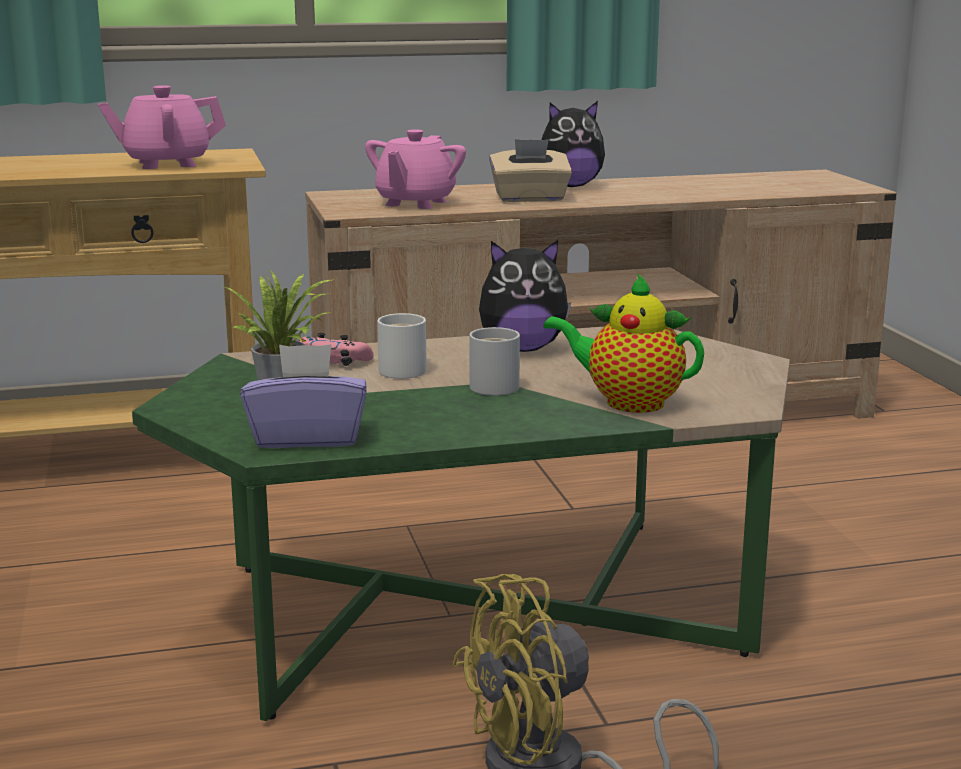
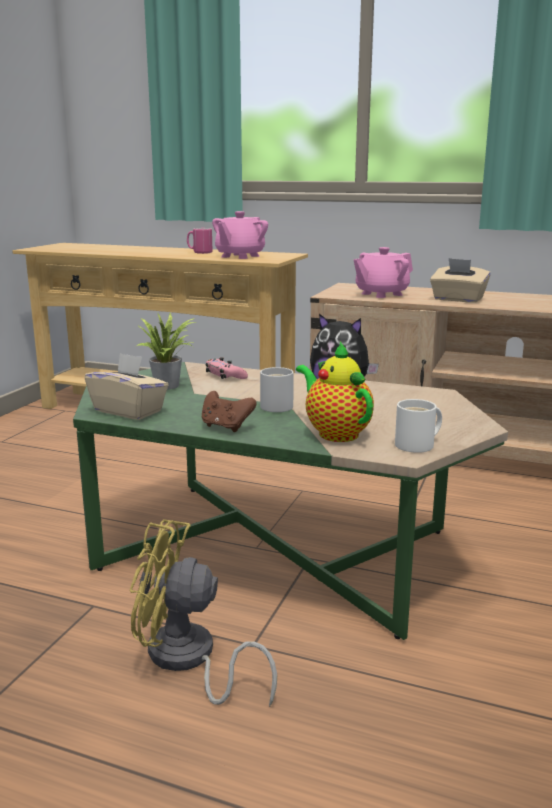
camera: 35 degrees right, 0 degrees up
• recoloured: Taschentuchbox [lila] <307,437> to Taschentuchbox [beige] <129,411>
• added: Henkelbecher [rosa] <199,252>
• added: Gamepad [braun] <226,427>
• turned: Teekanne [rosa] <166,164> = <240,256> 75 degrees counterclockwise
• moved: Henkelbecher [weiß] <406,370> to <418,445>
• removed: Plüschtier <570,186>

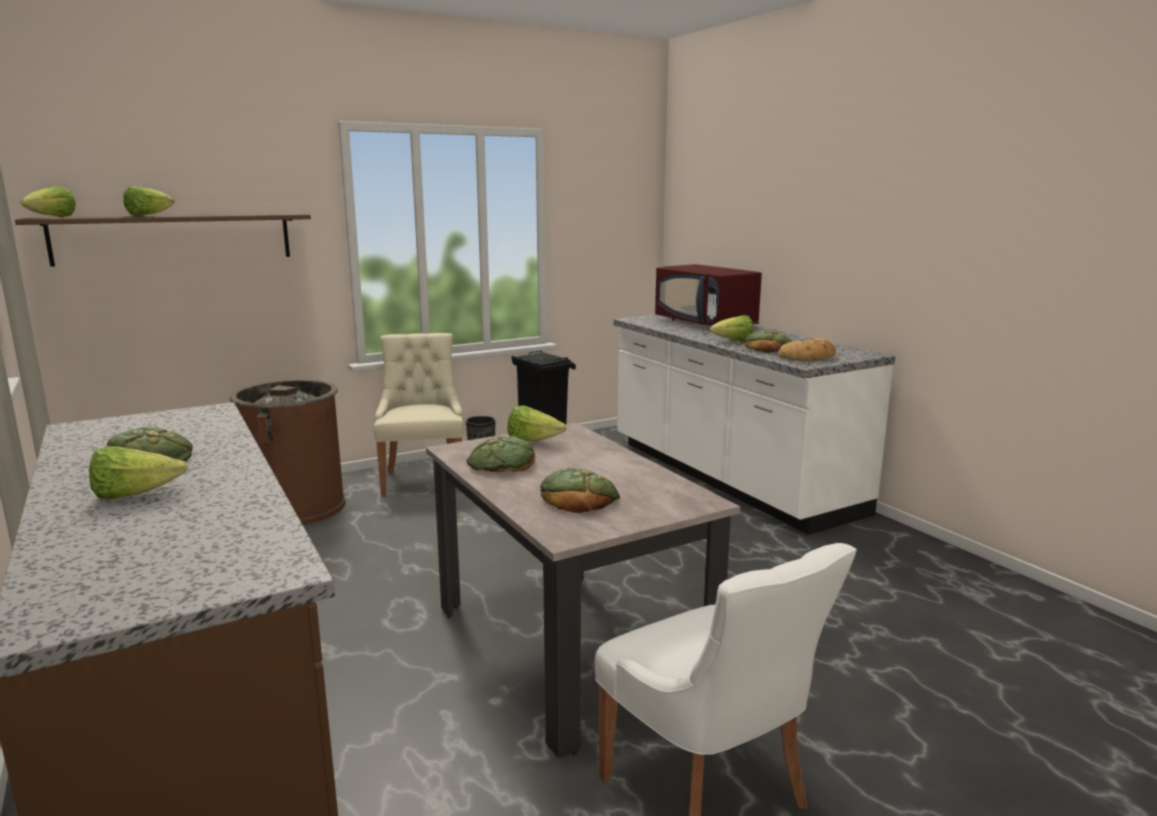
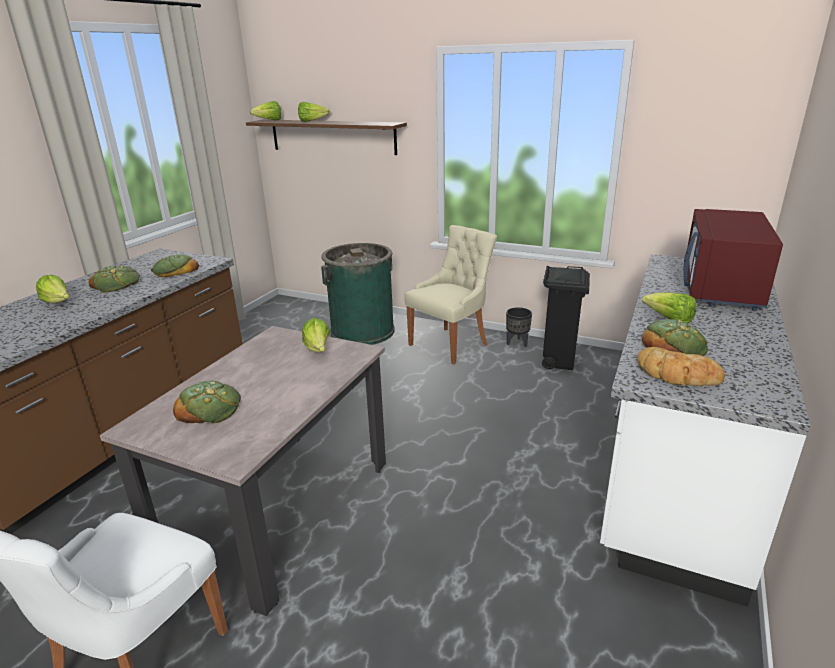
camera: 55 degrees right, 10 degrees up
• moved: Brot <502,463> to <175,271>
• recoloured: Mülleimer [braun] <296,507> to Mülleimer [grün] <362,331>

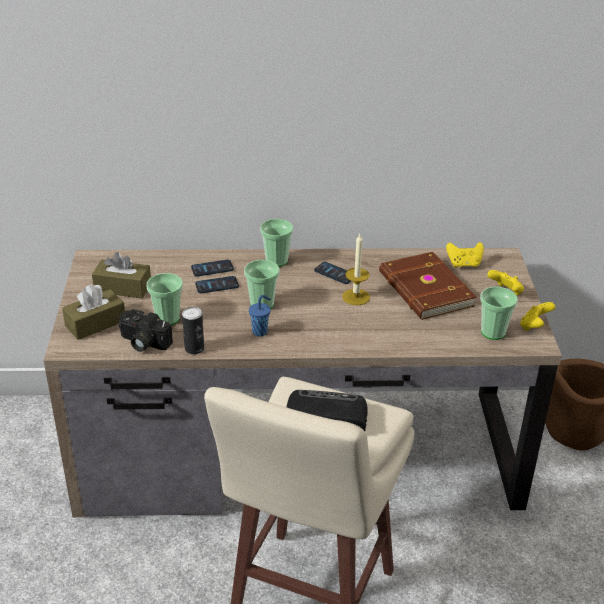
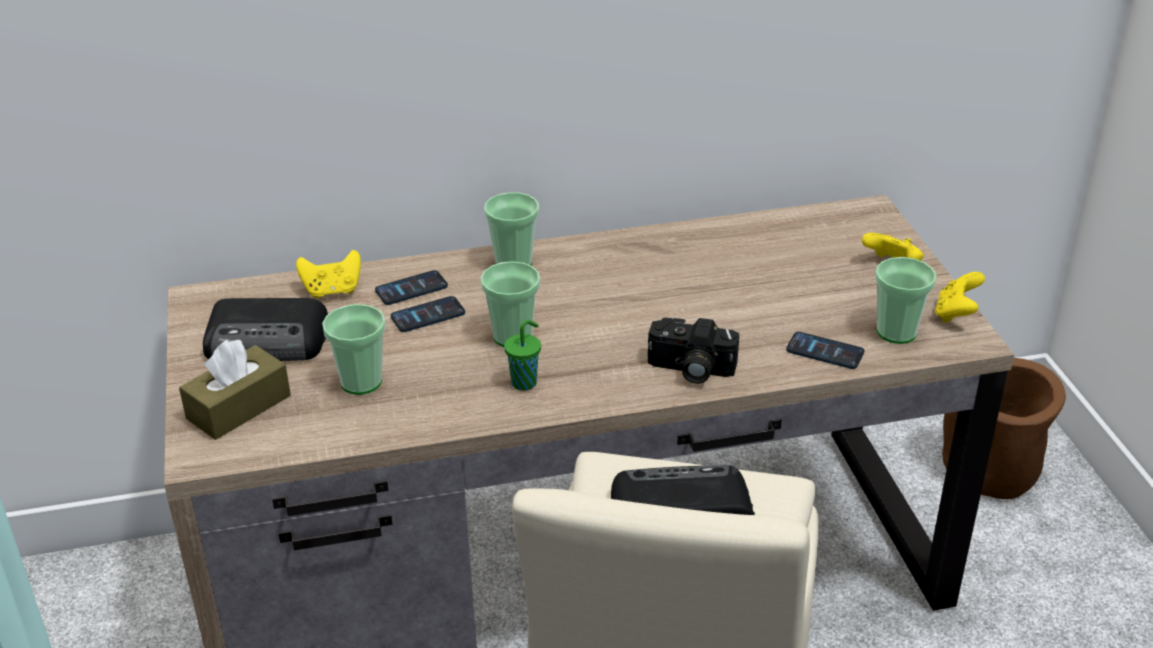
camera: 10 degrees left, 0 degrees up
• replaced: Taschentuchbox [braun] <123,288> to Radio <268,340>
• moved: Gamepad [gelb] <464,264> to <332,291>
• recoloured: Tasse [blau] <260,331> to Tasse [grün] <525,382>
• moved: Kamera <143,342> to <690,369>
• moved: Handy <335,273> to <825,351>
• removed: Dose <194,348>
• removed: Kerze <356,297>
• removed: Buch [braun] <424,290>

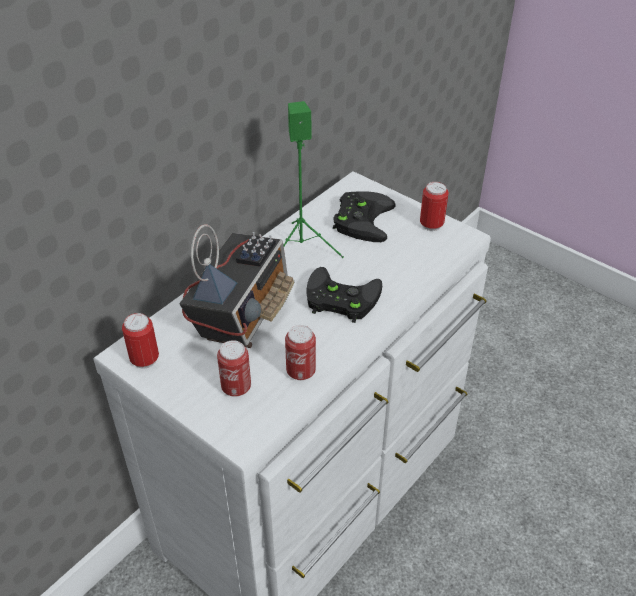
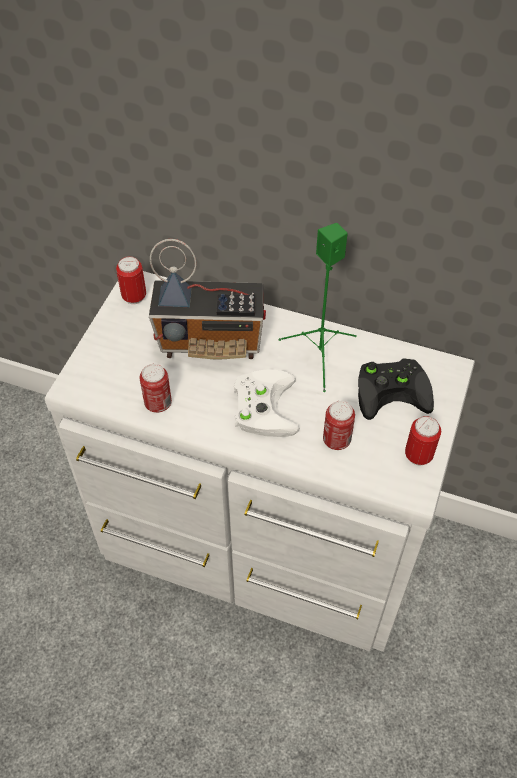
camera: 70 degrees right, 10 degrees up
• recoloured: Gamepad [schwarz] <338,299> to Gamepad [weiß] <262,405>
• moved: Dose <236,387> to <336,440>

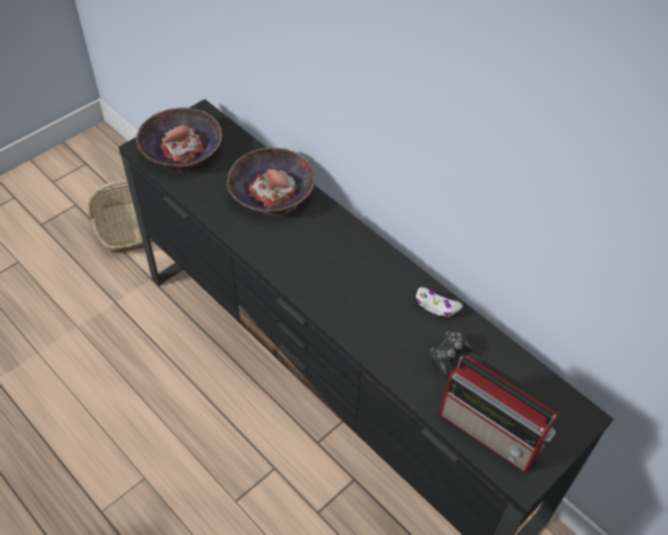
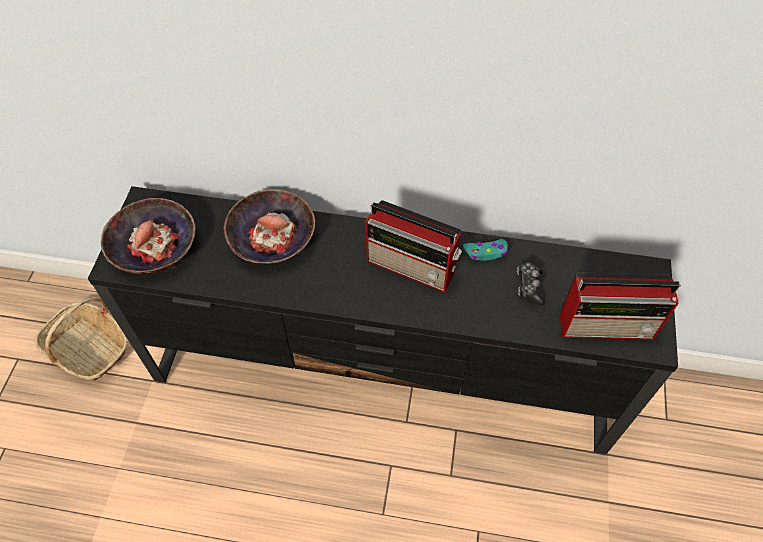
camera: 35 degrees left, 5 degrees up
• added: Radio <413,267>
• recoloured: Gamepad [weiß] <436,306> to Gamepad [türkis] <486,252>

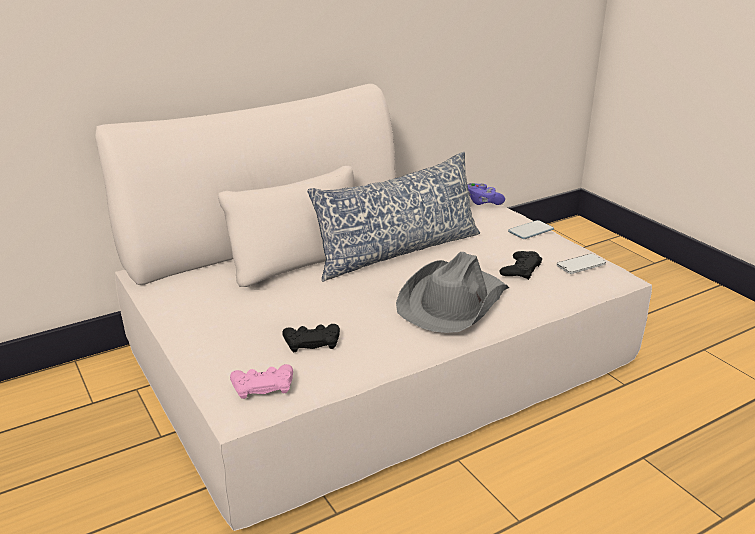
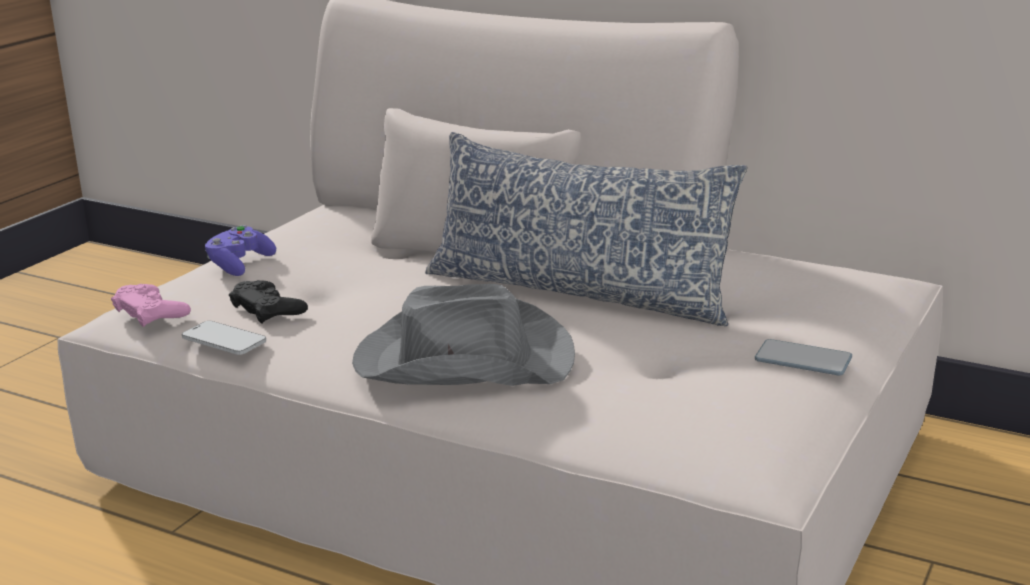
camera: 60 degrees right, 5 degrees down
• moved: Handy <580,265> to <224,341>
• moved: Gamepad [lila] <483,202> to <239,265>
• removed: Gamepad [schwarz] <520,269>

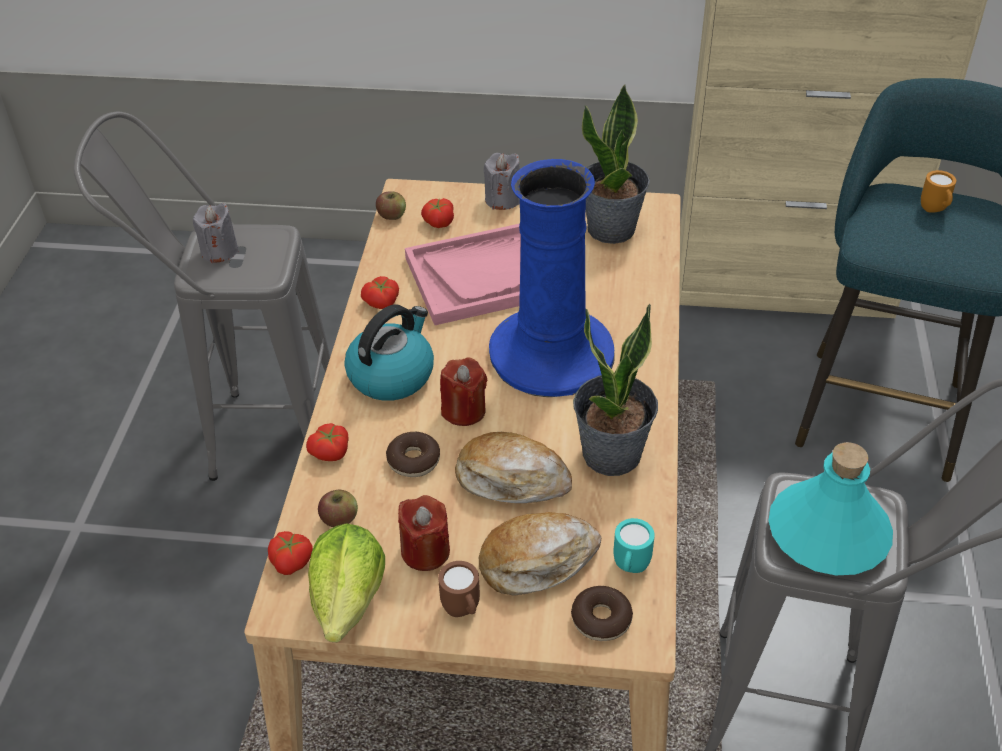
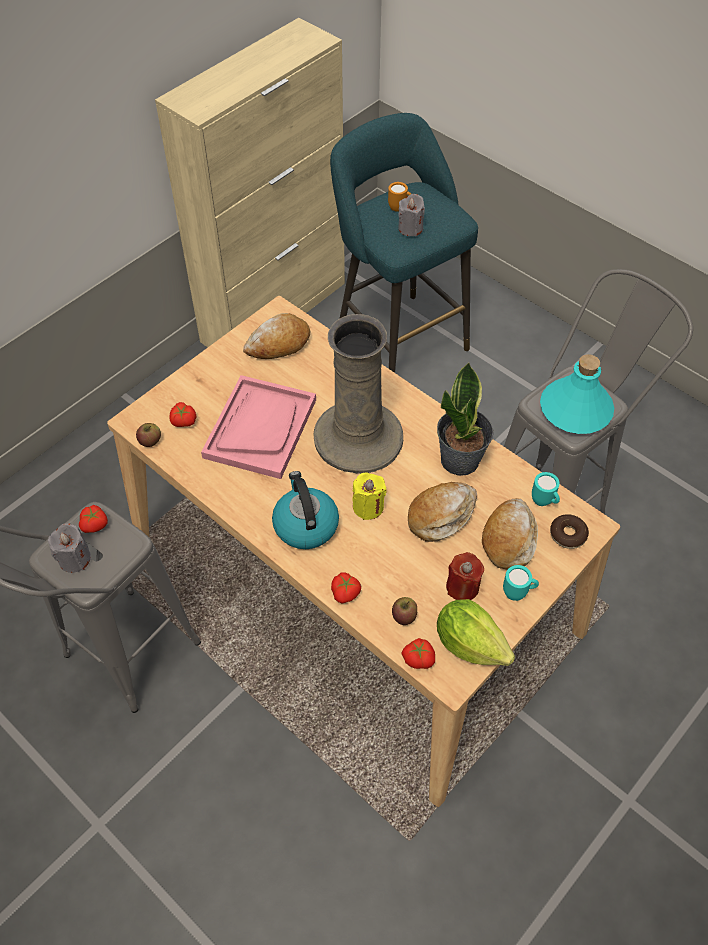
camera: 55 degrees left, 10 degrees up
• moved: Tomate <382,303> to <95,524>
• replaced: Topfpflanze <612,229> to Brot <278,344>
• recoloured: Vase [blau] <552,354> to Vase [beige] <359,437>
• recoloured: Kerze [rot] <464,410> to Kerze [gelb] <368,506>
• moved: Kerze [grau] <503,200> to <410,228>
• recoloured: Henkelbecher [braun] <463,611> to Henkelbecher [türkis] <518,593>
• removed: Donut <413,460>

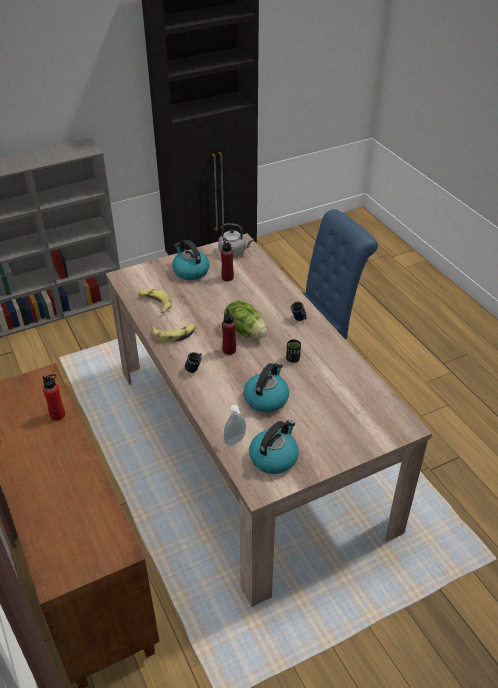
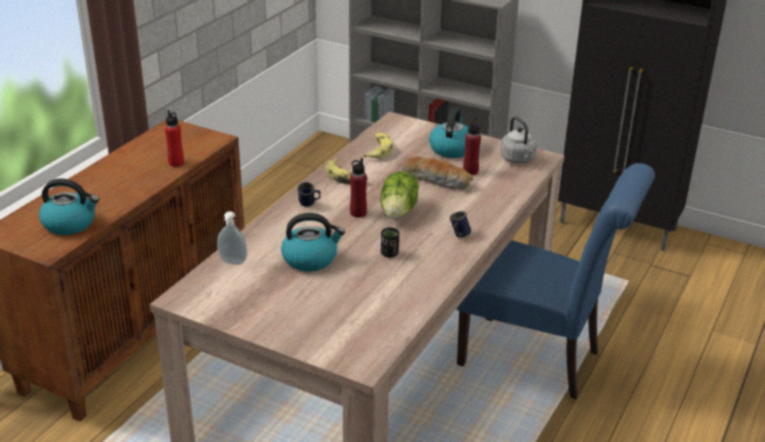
camera: 55 degrees right, 10 degrees down
• moved: Wasserkessel <274,457> to <70,223>
• added: Brot <437,180>

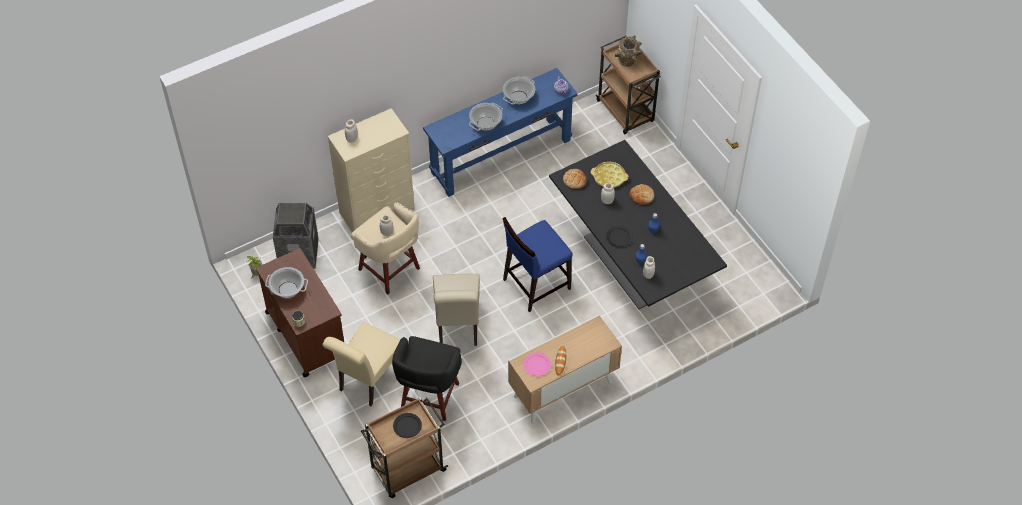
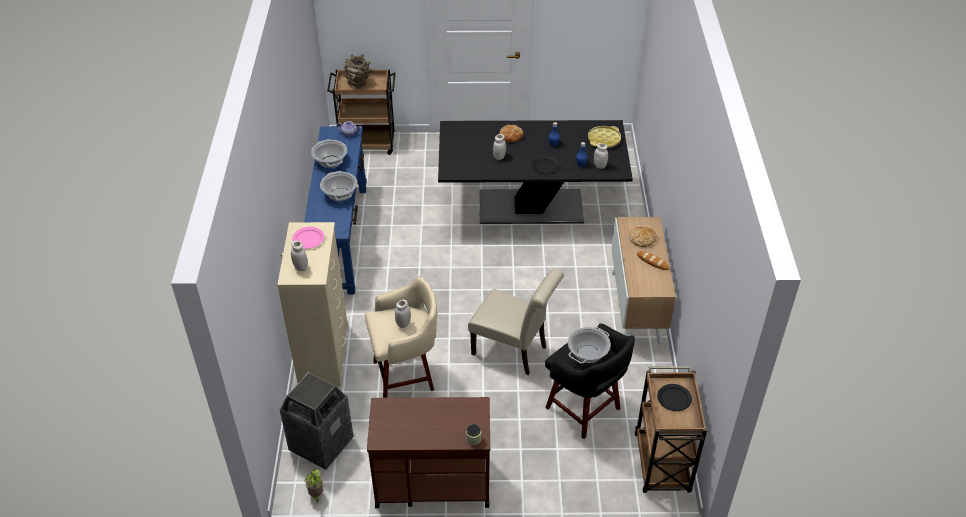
camera: 60 degrees left, 10 degrees down
• moved: Teller [rosa] <537,365> to <308,239>
• moved: Kochtopf <287,289> to <588,354>
• moved: Tablett [gelb] <609,177> to <604,139>
• moved: Brot <574,180> to <642,238>
• removed: Stuhl [beige] <368,380>
• removed: Stuhl [blau] <535,284>

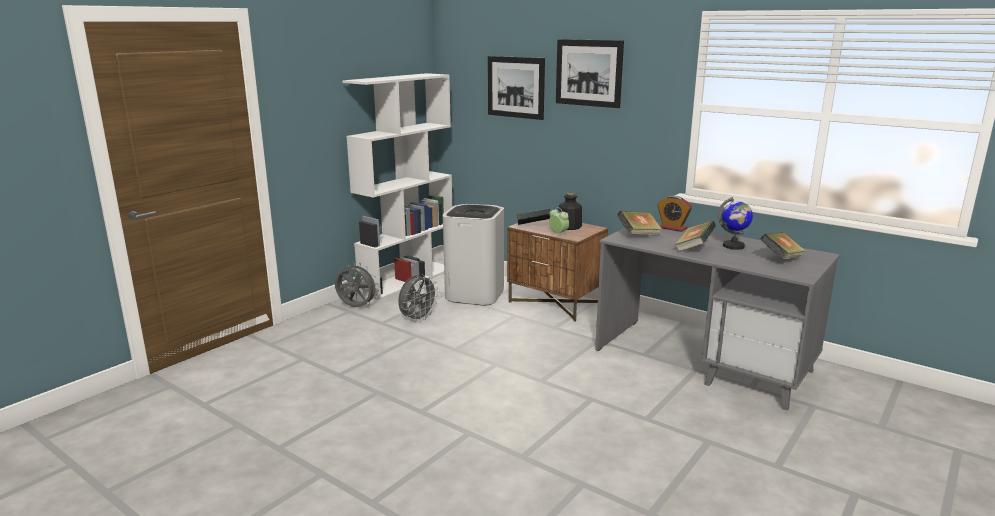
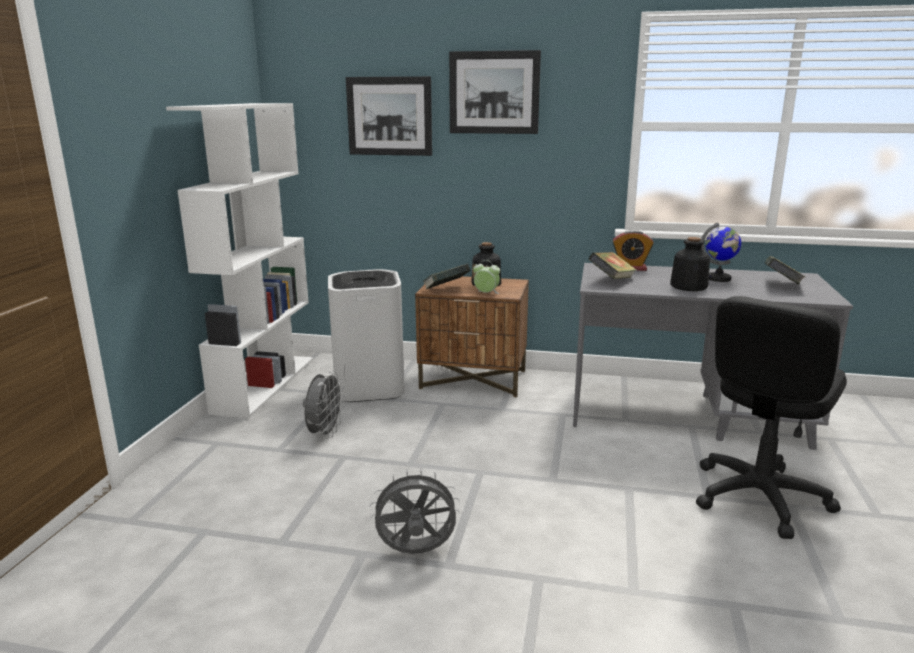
camera: 25 degrees left, 0 degrees up
• moved: Ventilator [grau] <356,307> to <416,552>
• replaced: Buch <693,249> to Flasche <688,286>
• added: Bürostuhl [schwarz] <758,497>

